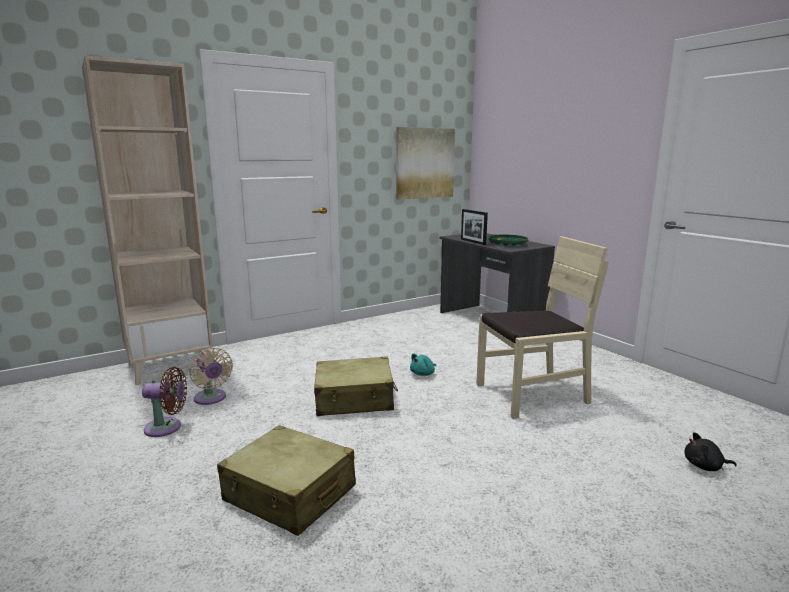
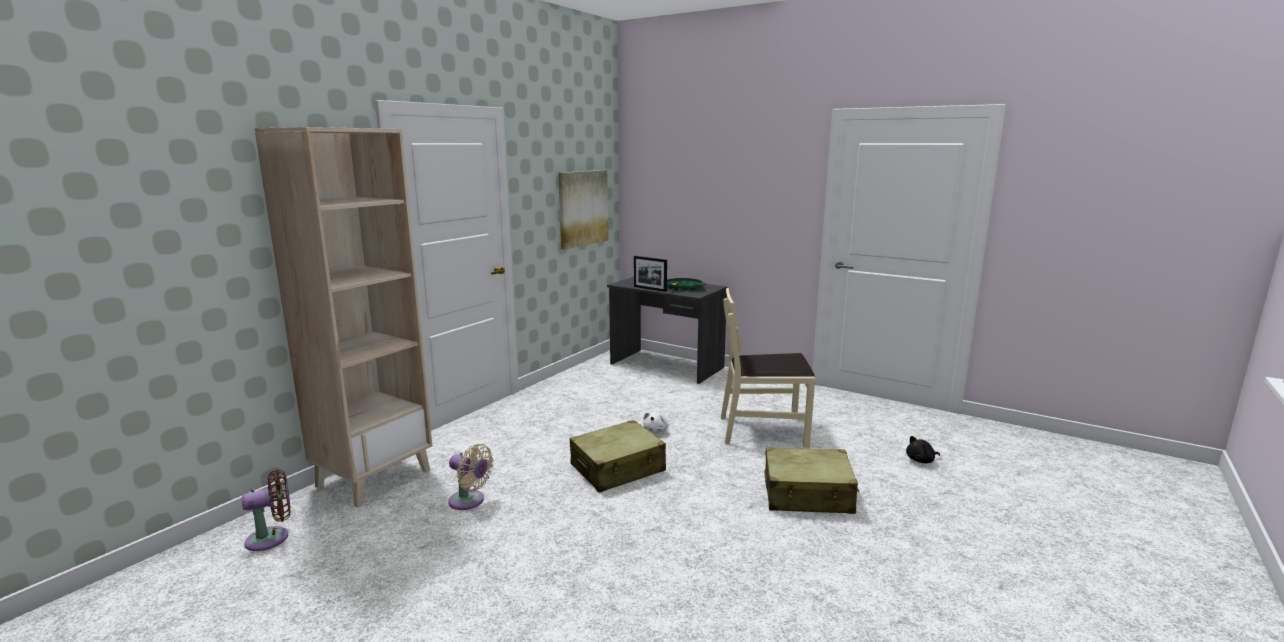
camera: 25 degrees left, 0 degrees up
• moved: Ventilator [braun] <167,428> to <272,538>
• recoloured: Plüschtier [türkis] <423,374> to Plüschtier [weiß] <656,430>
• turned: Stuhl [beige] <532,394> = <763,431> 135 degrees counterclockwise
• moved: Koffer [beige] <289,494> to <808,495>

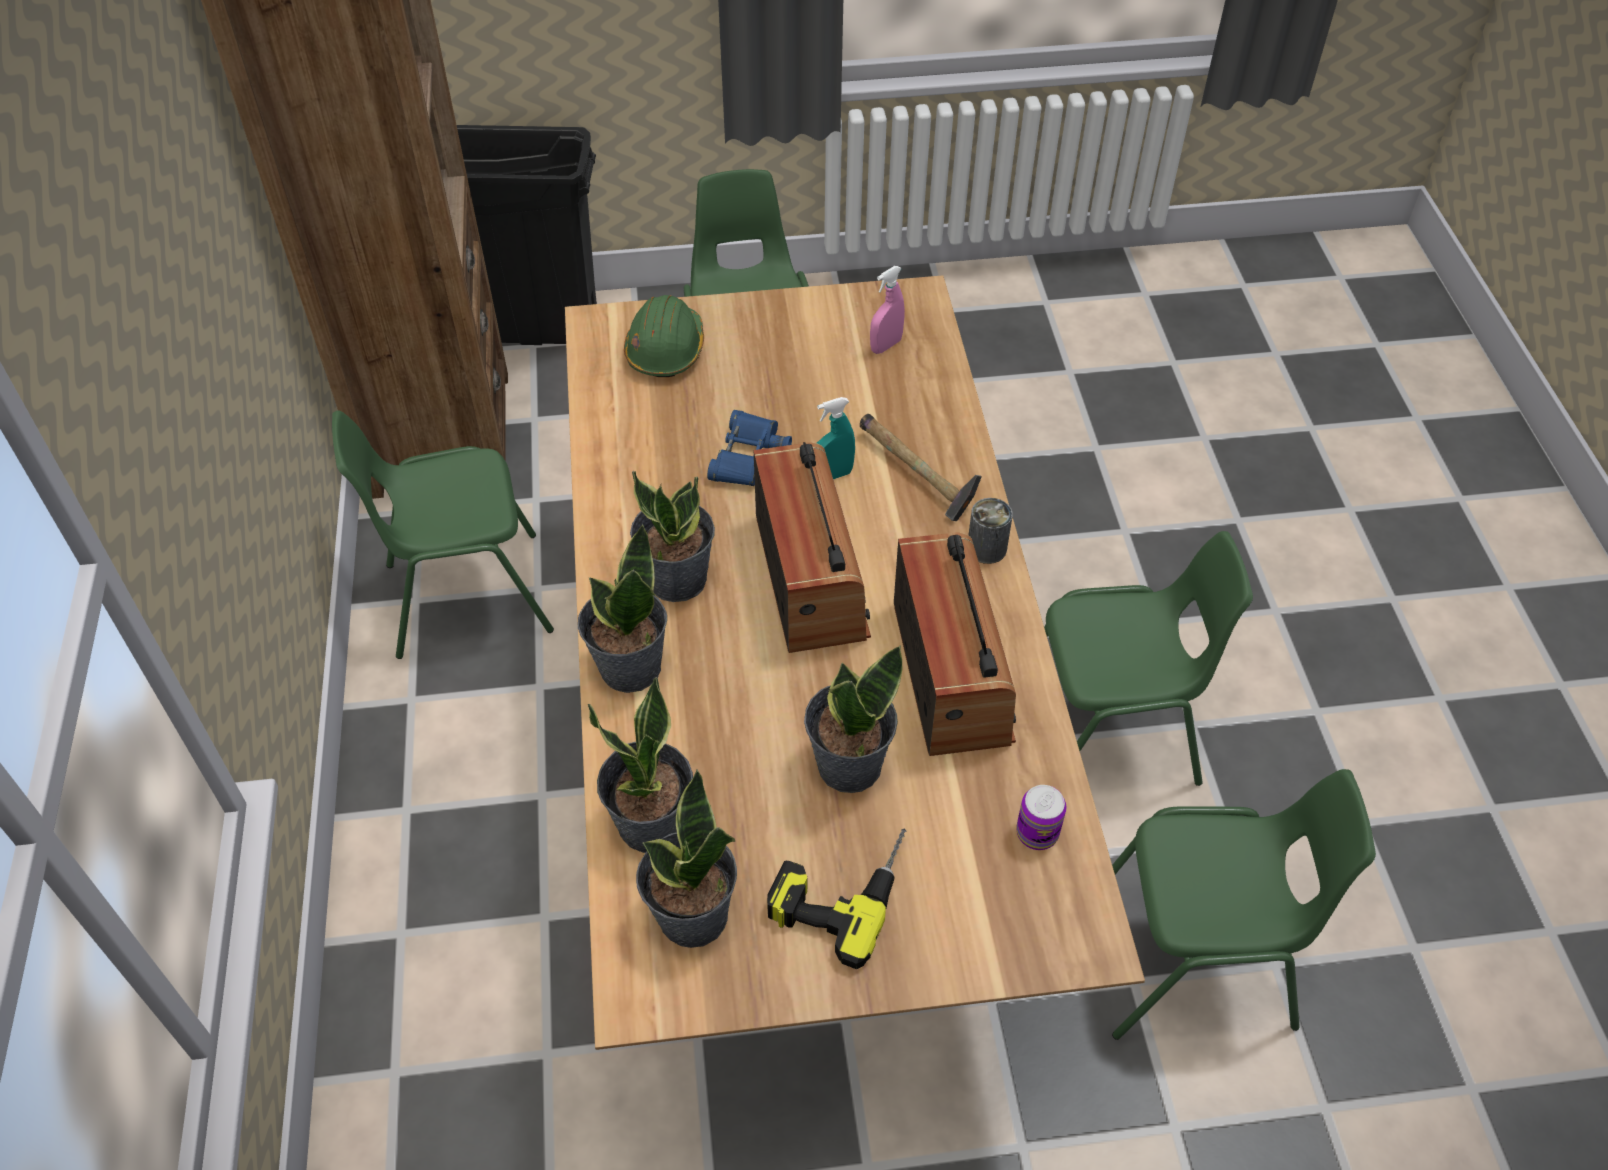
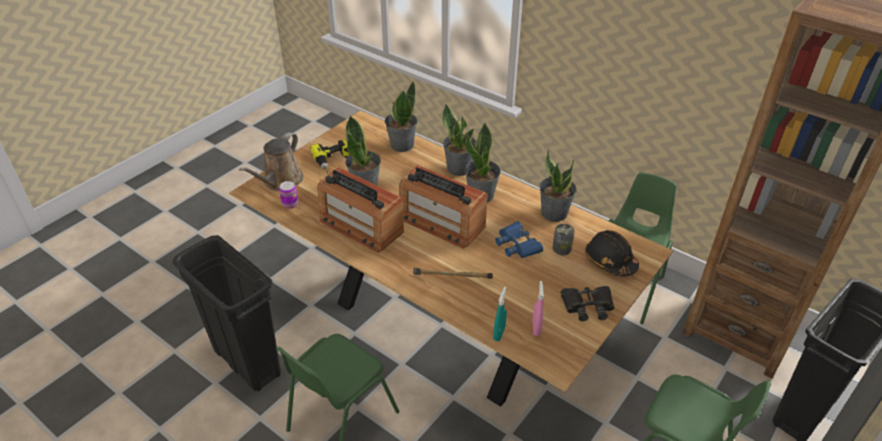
camera: 135 degrees right, 10 degrees down
• replaced: Stuhl [grün] <1194,963> to Mülleimer [schwarz] <247,362>
• added: Gießkanne [braun] <280,181>
• moved: Sprühflasche [türkis] <832,475> to <499,333>
• moved: Topfpflanze <691,916> to <554,213>
• moved: Dose <986,548> to <561,248>
• added: Fernglas [schwarz] <587,306>
• recoloured: Schutzhelm [grün] <666,350> to Schutzhelm [schwarz] <610,261>

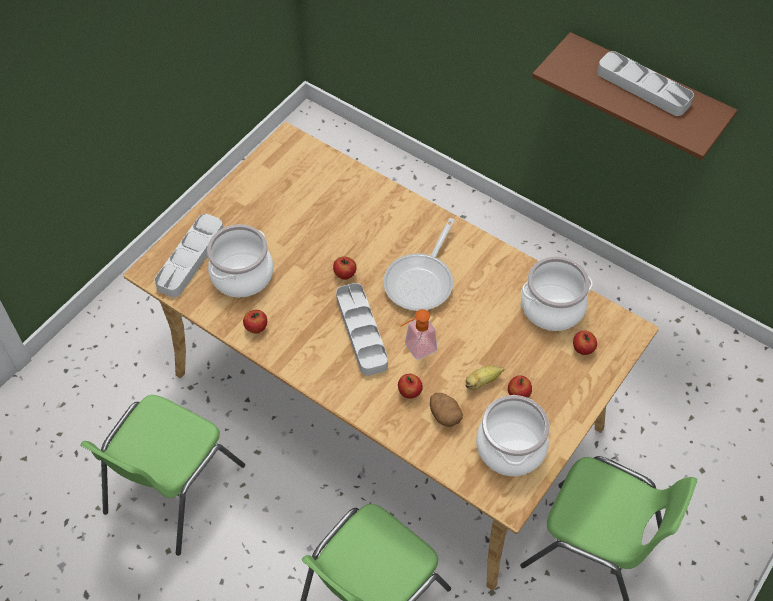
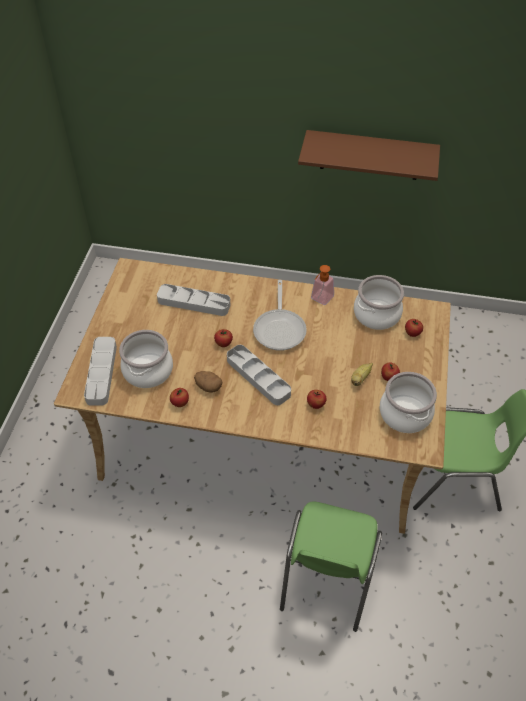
camera: 25 degrees left, 5 degrees down
• moved: Tablett [grau] <643,87> to <194,303>
• moved: Kartoffel <444,415> to <208,386>
• moved: Seifenspender <415,349> to <320,300>
• removed: Stuhl [grün] <171,489>

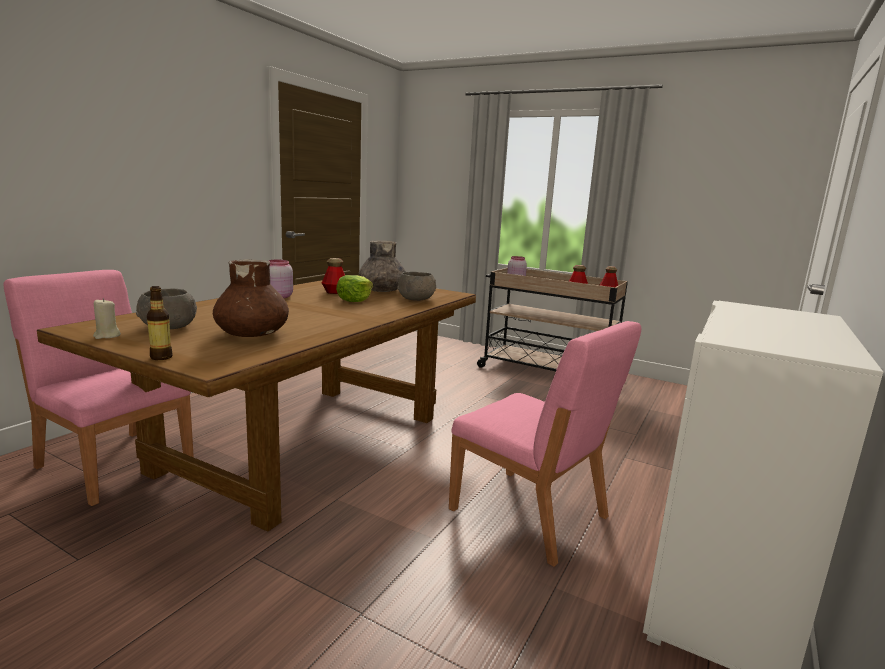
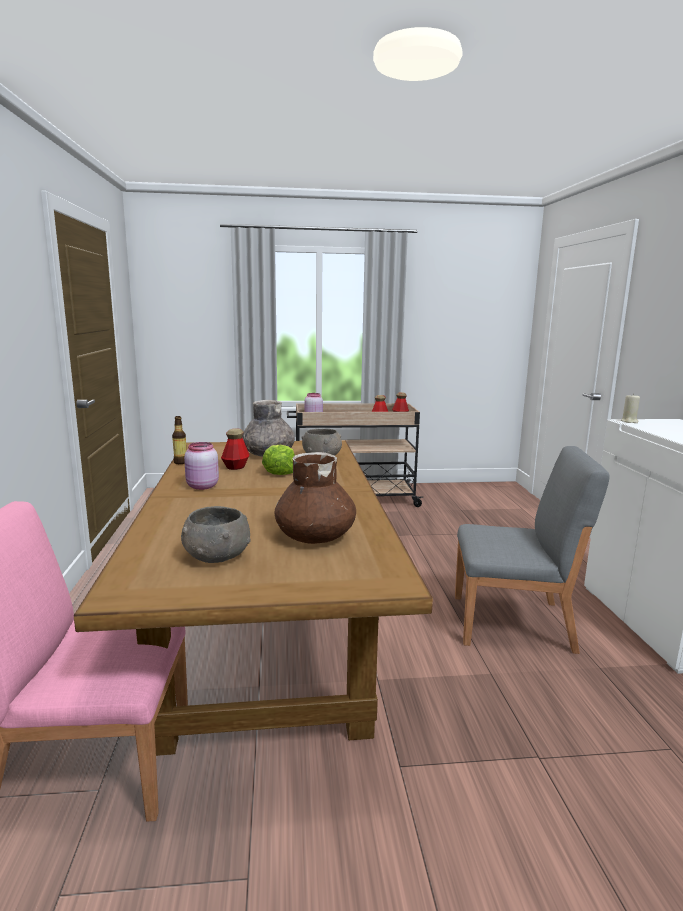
camera: 35 degrees left, 0 degrees up
• moved: Flasche <161,357> to <180,462>
• recoloured: Stuhl [rosa] <530,514> to Stuhl [grau] <514,623>
• moved: Kerze [beige] <107,336> to <629,421>

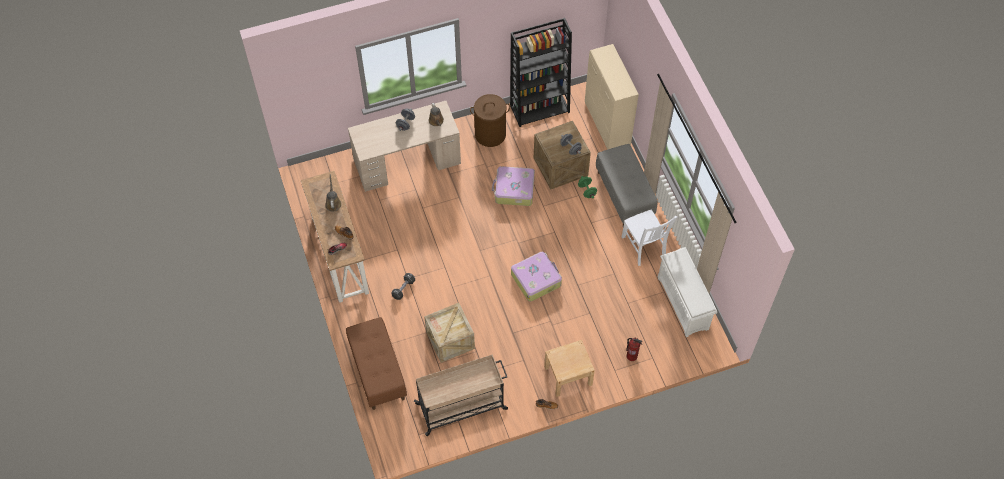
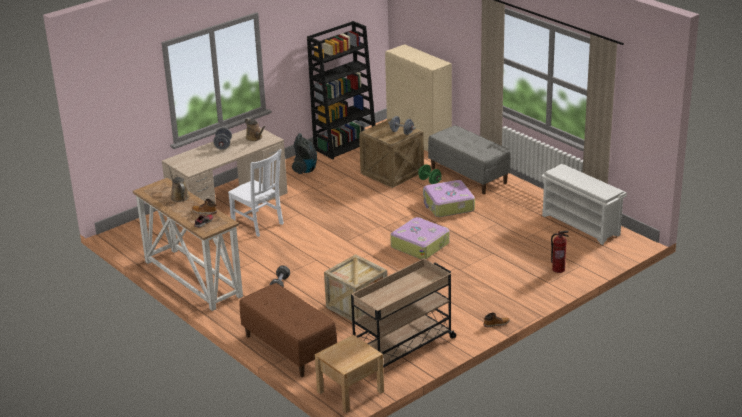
camera: 20 degrees left, 30 degrees down
• moved: Stuhl [weiß] <644,247> to <258,224>
• replaced: Wäschekorb [braun] <490,134> to Staubsauger <305,169>
• moved: Nachttisch [beige] <568,375> to <350,392>
• moved: Koffer <514,190> to <448,205>

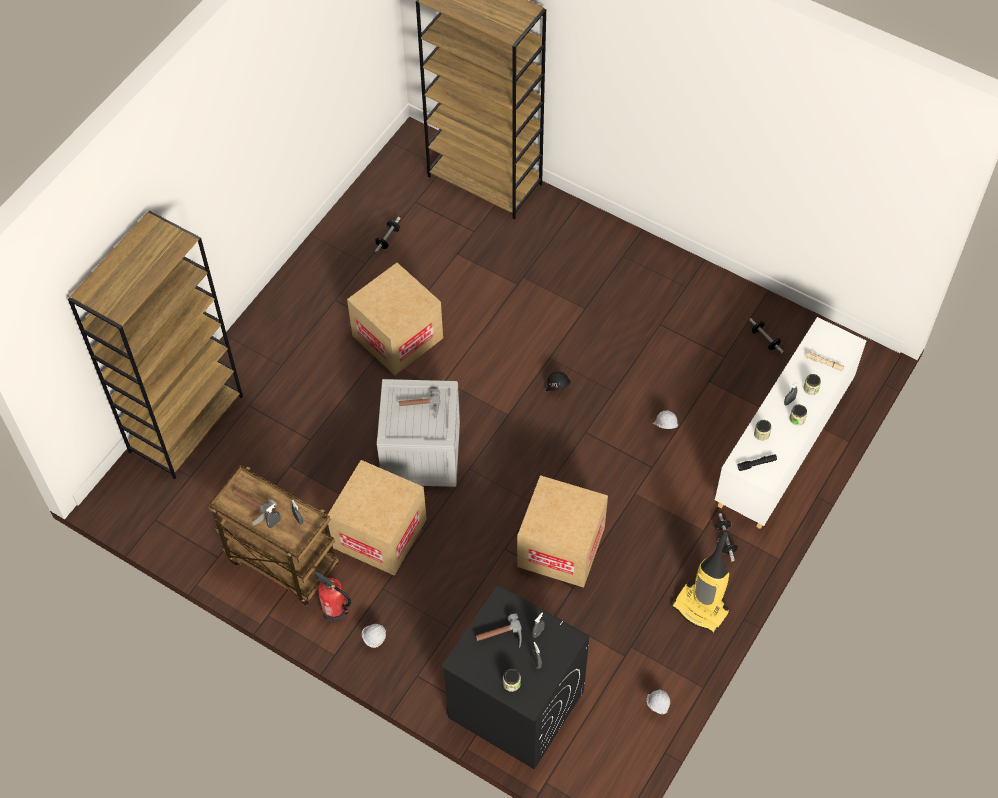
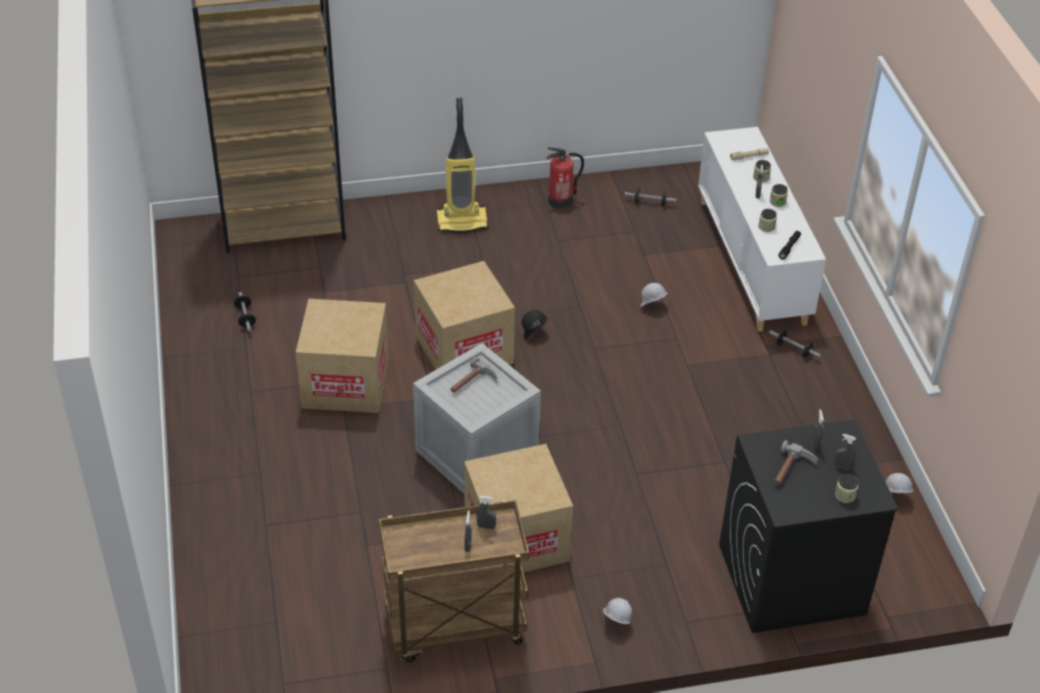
camera: 45 degrees left, 15 degrees down
• moved: Karton <561,547> to <464,349>
• moved: Staubsauger <701,608> to <462,221>
• moved: Feuerlöscher <335,610> to <561,200>
• removed: Bücherregal [braun] <186,423>
• removed: Hammer <250,508>

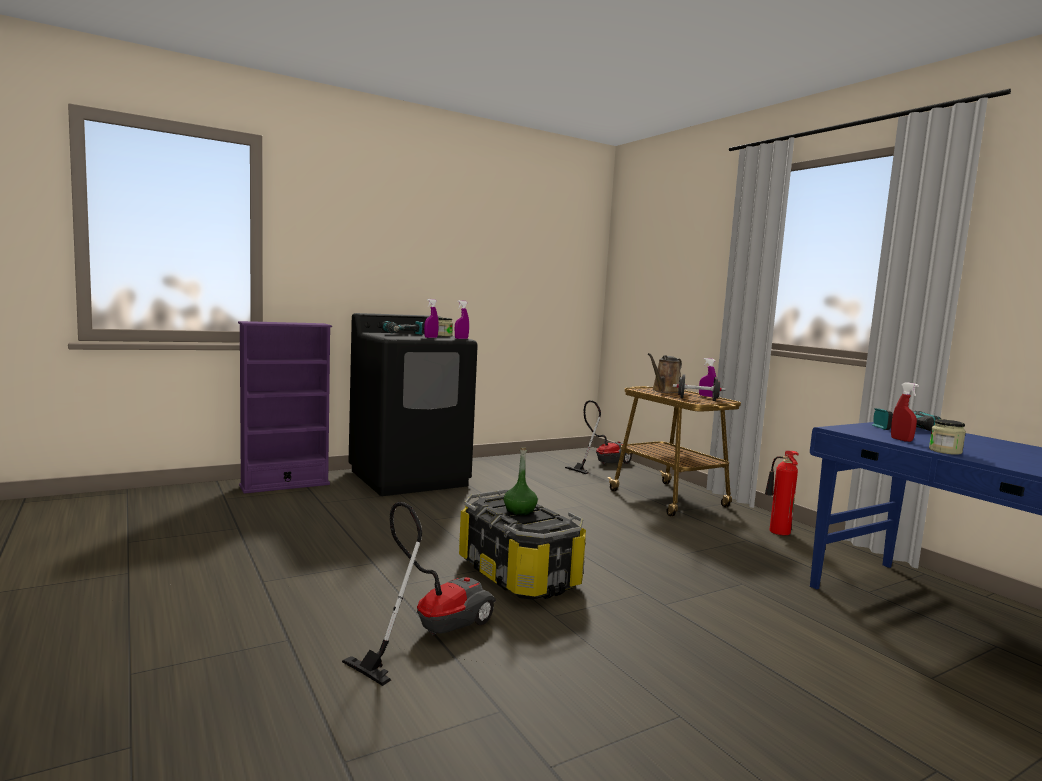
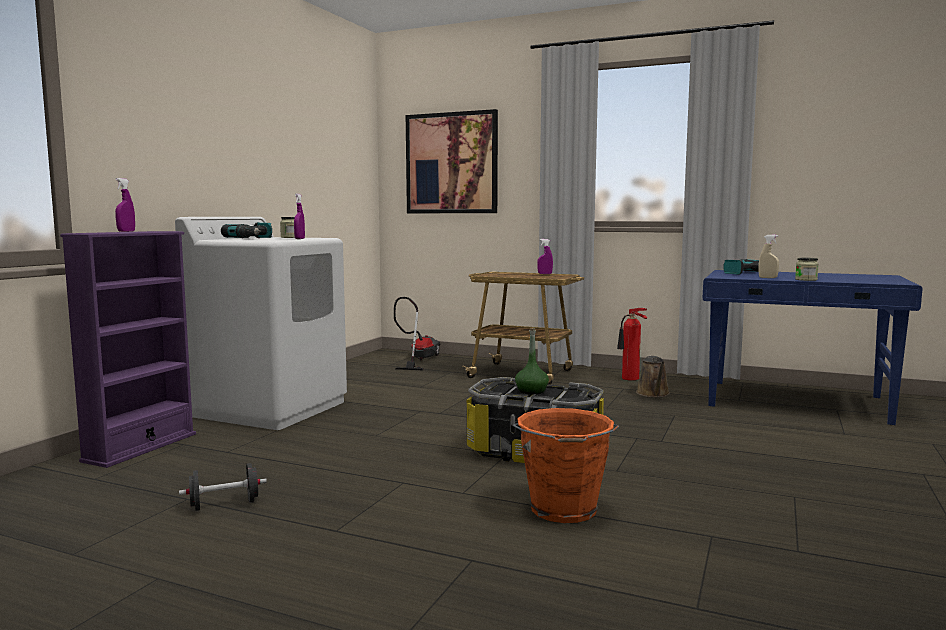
camera: 35 degrees left, 0 degrees up
• moved: Sprühflasche [lila] <461,338> to <126,231>
• recoloured: Waschmaschine [schwarz] <409,478> to Waschmaschine [weiß] <270,408>
• moved: Hantel [schwarz] <697,399> to <224,505>
• added: Bild <451,163>
• replaced: Staubsauger <431,631> to Eimer [orange] <563,510>
• moved: Gießkanne [braun] <665,391> to <653,394>
• recoloured: Sprühflasche [rot] <901,440> to Sprühflasche [beige] <768,278>

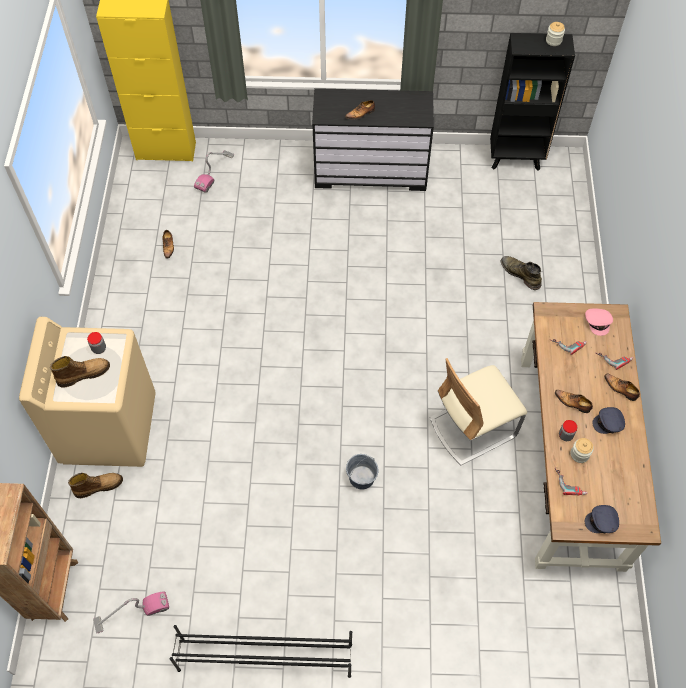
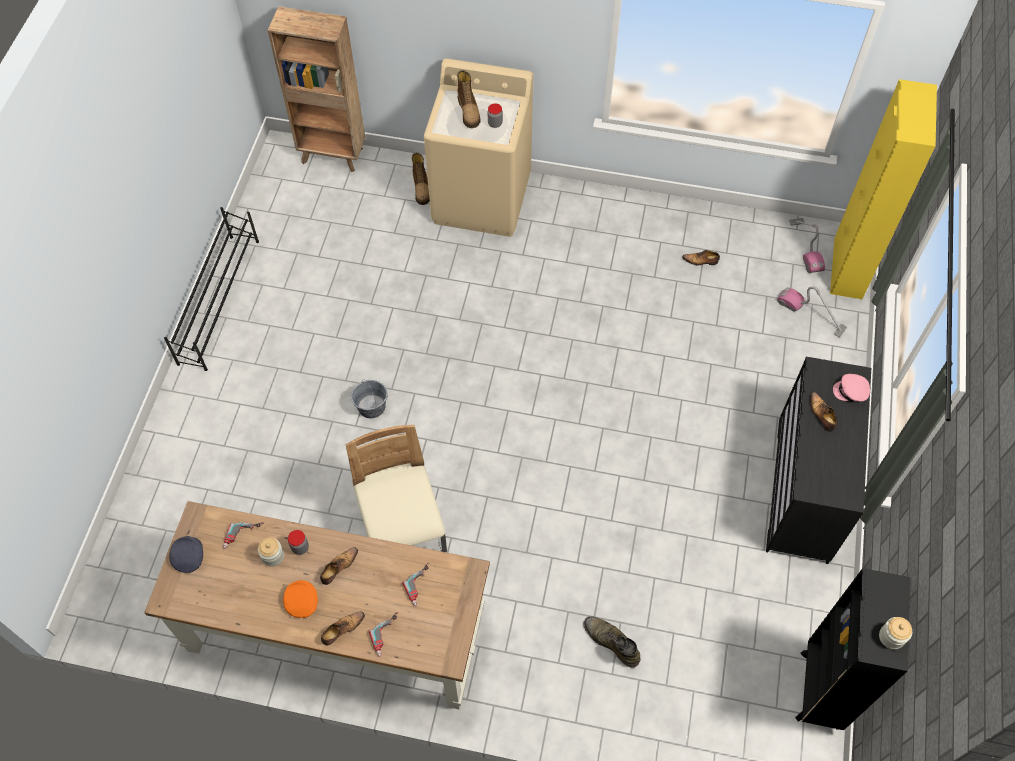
camera: 100 degrees right, 0 degrees up
• recoloured: Kappe [grau] <609,423> to Kappe [orange] <301,601>
• turned: Stiefel [grün] <520,274> = <611,642> 105 degrees counterclockwise
• moved: Staubsauger <132,613> to <805,246>
• moved: Kappe [rosa] <598,322> to <851,391>

